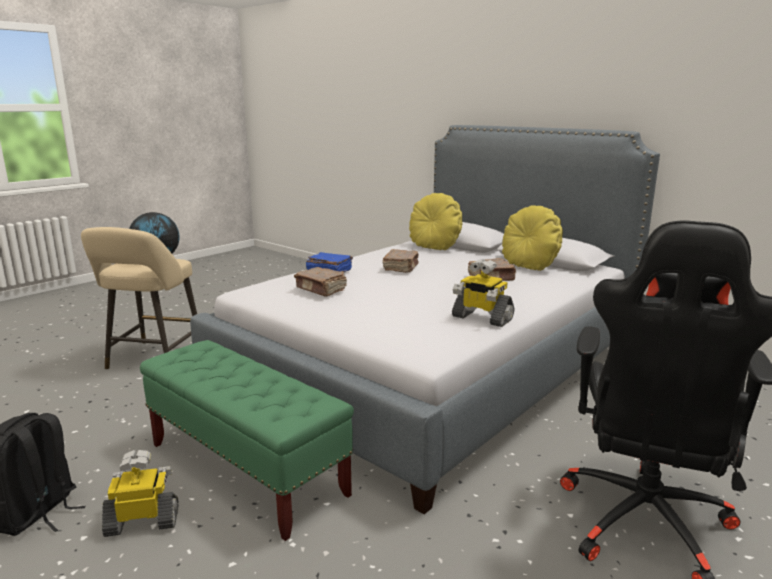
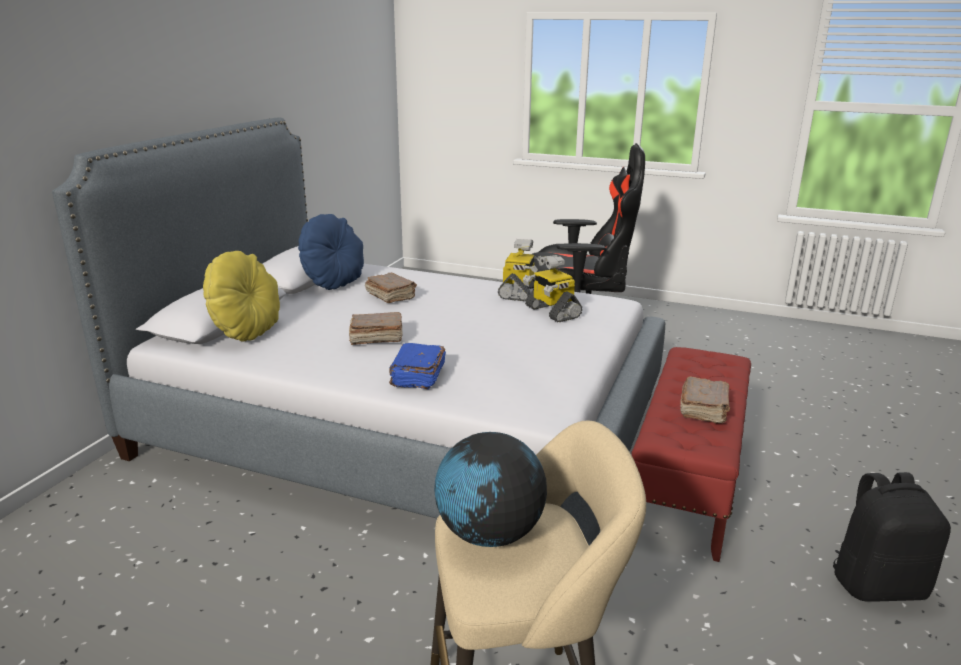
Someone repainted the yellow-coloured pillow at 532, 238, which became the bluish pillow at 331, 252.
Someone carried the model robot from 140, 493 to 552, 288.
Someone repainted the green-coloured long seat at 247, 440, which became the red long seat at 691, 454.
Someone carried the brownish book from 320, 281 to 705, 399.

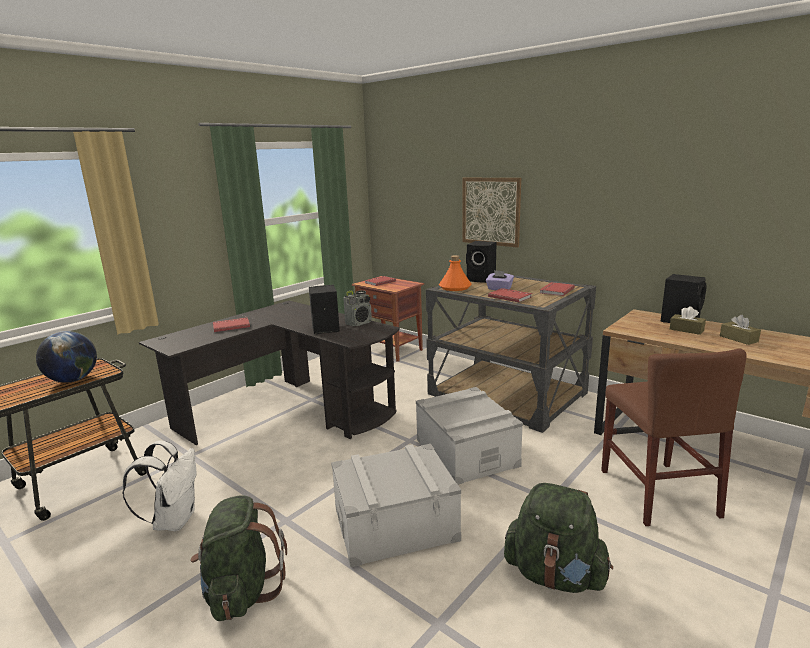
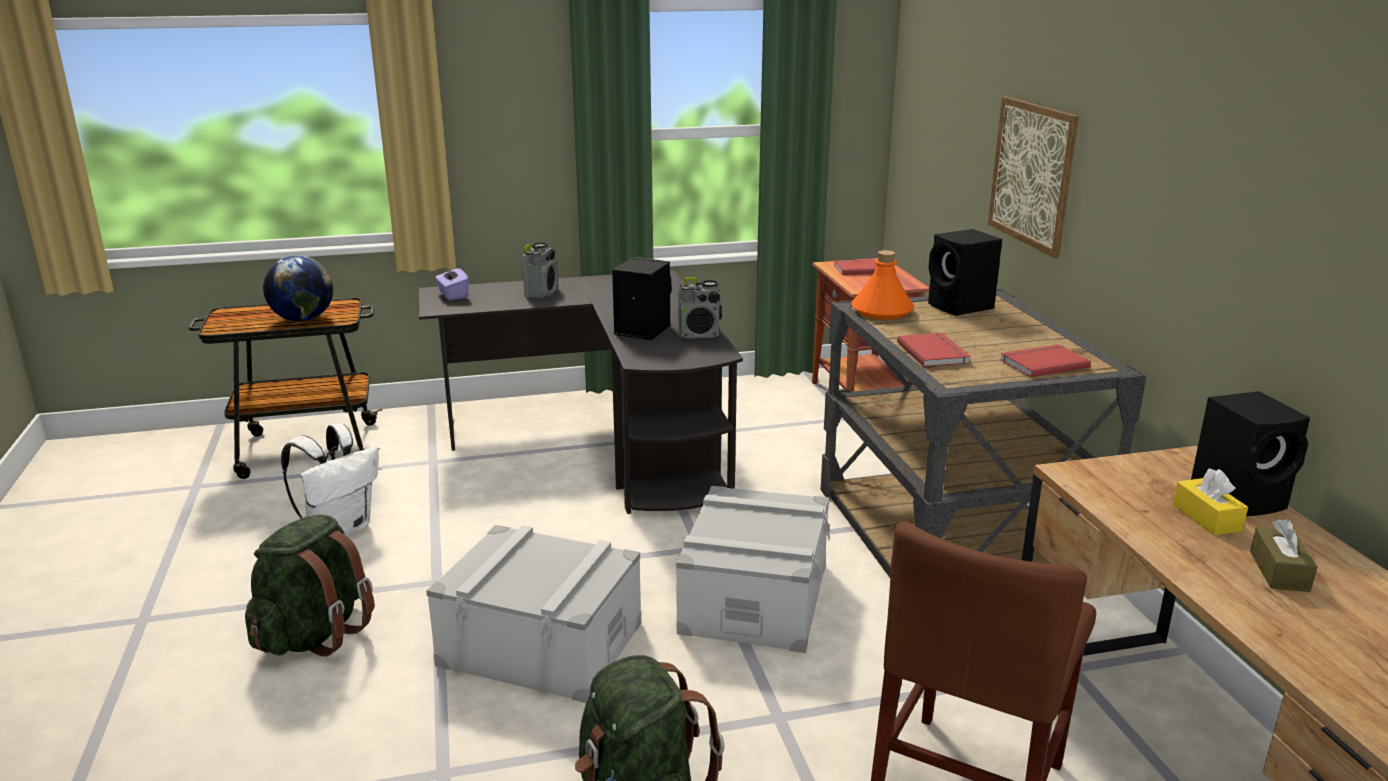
Someone carried the purplish tissue holder from 500, 280 to 452, 282.
Someone swapped the red book at 231, 325 for the radio receiver at 540, 270.
Someone repainted the brownish tissue holder at 688, 321, which became the yellow-coloured tissue holder at 1210, 502.

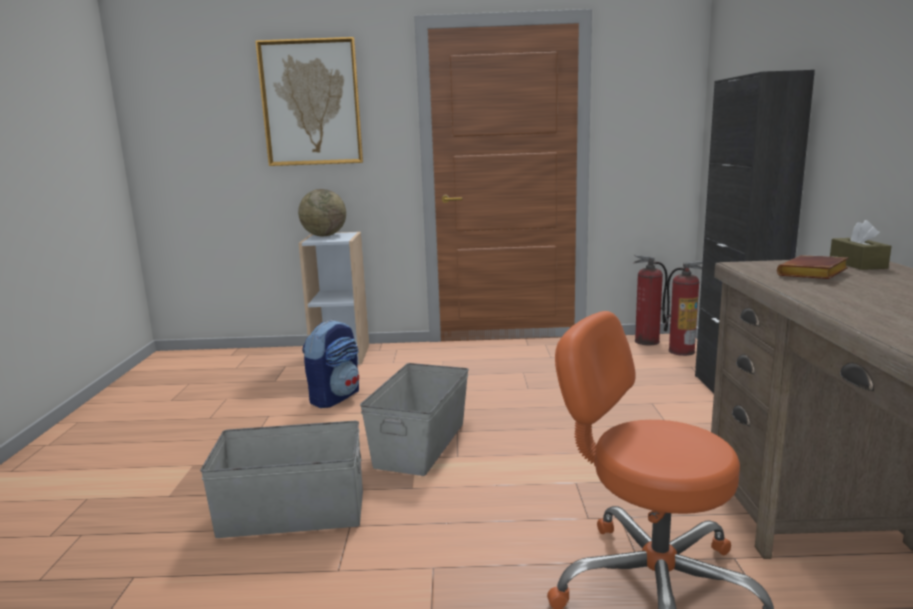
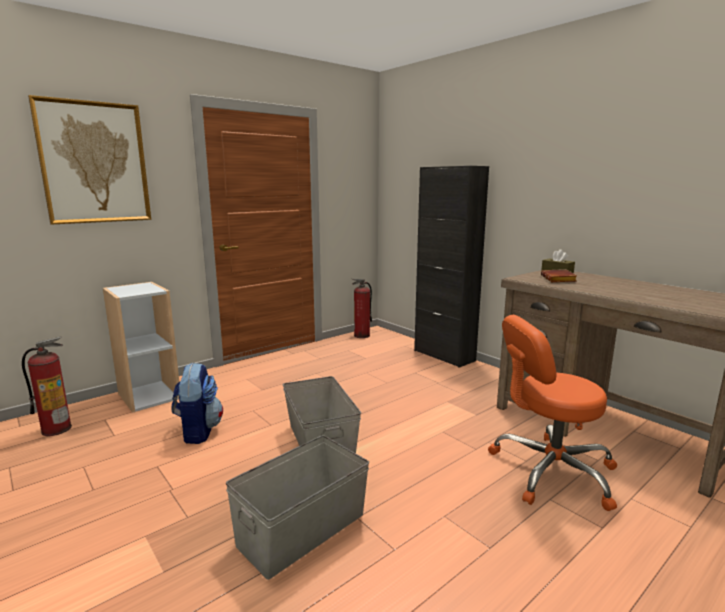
Someone carried the extinguisher from 683, 308 to 47, 386.
Someone took away the desk globe at 322, 212.

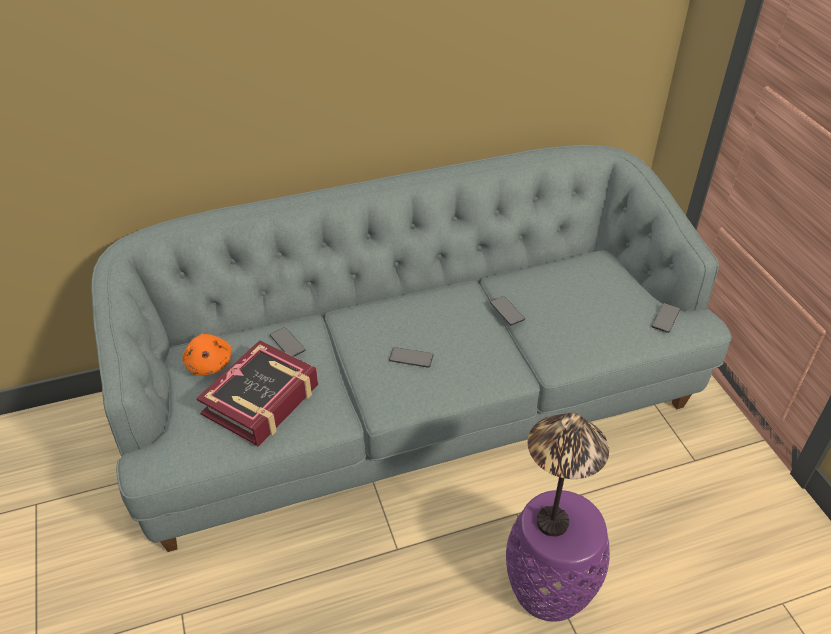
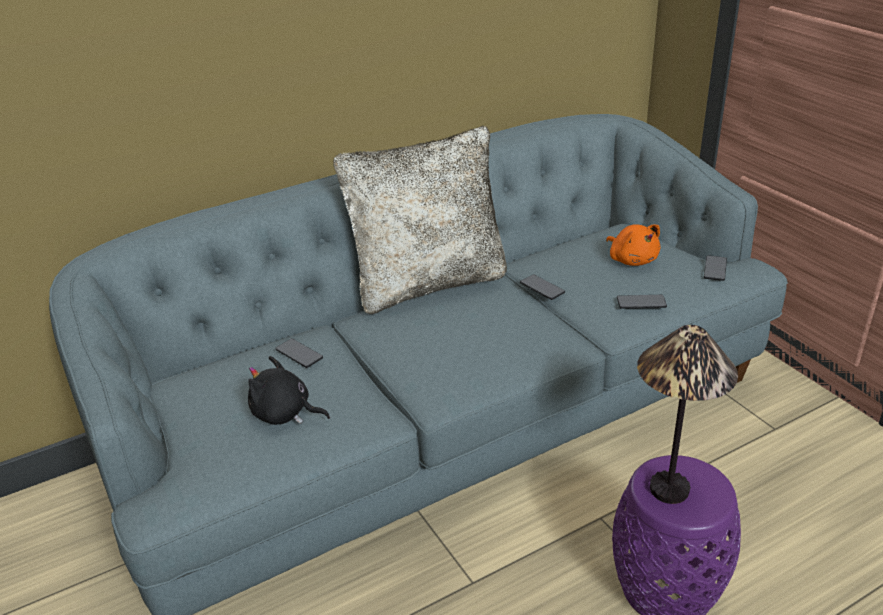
Someone swapped the book at 257, 393 for the black plush toy at 289, 390.
Someone put down the beige pillow at 420, 219.
Someone carried the orangey plush toy from 206, 354 to 633, 245.
Someone carried the telephone from 411, 357 to 642, 302.

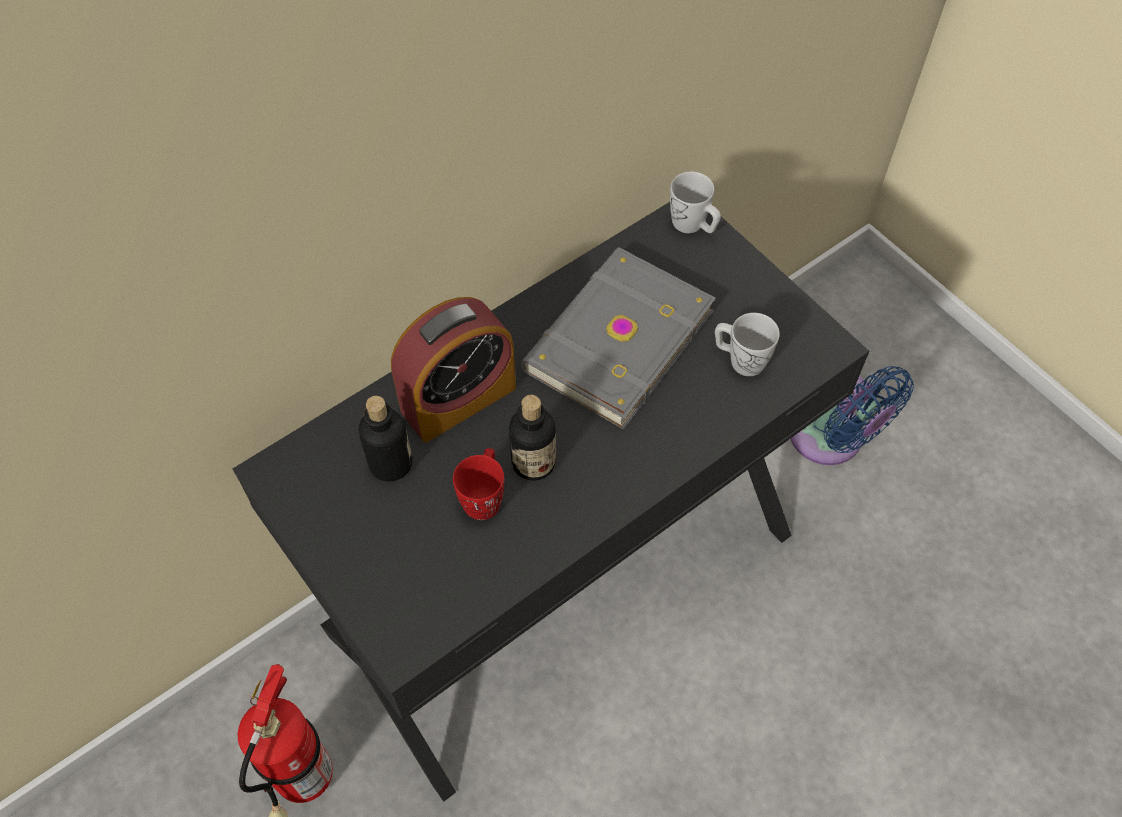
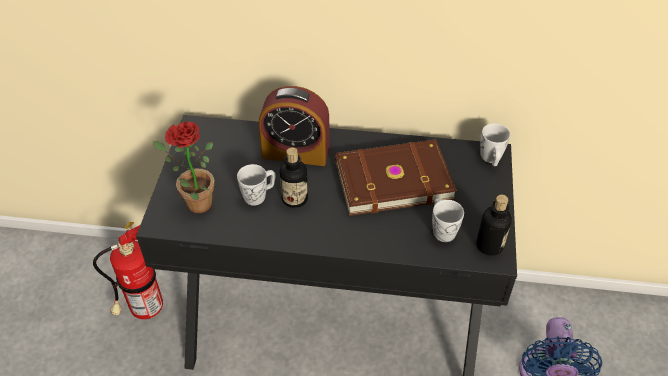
Someone put down the houseplant at 183, 167.
Someone repainted the red tea mug at 478, 484, which became the white tea mug at 256, 185.
Someone repainted the greyish book at 618, 338, which became the brownish book at 396, 178.
Someone carried the drink bottle from 385, 439 to 494, 225.

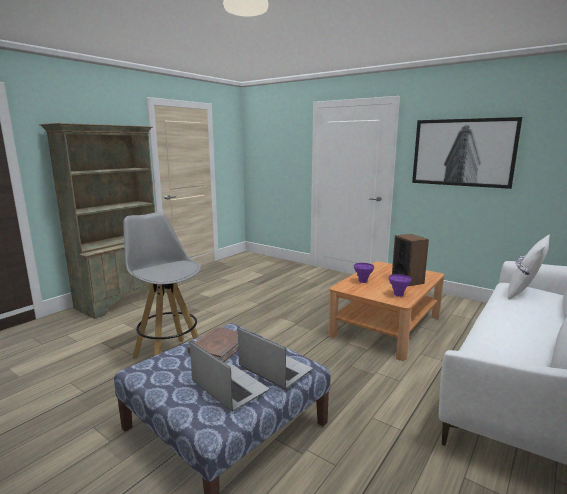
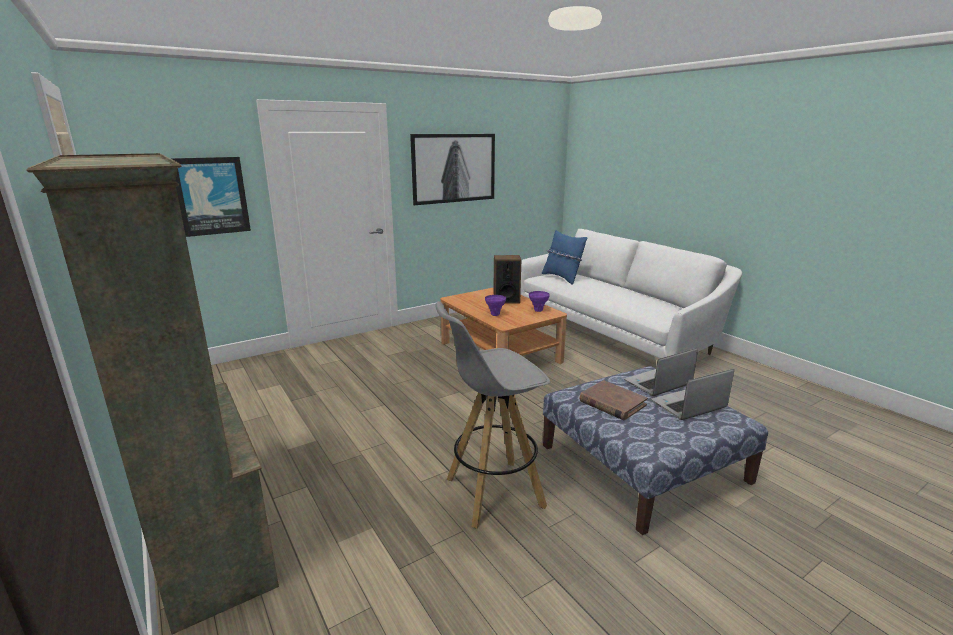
Someone put up the picture at 210, 197.
Someone repainted the white pillow at 529, 266, which became the bluish pillow at 564, 257.

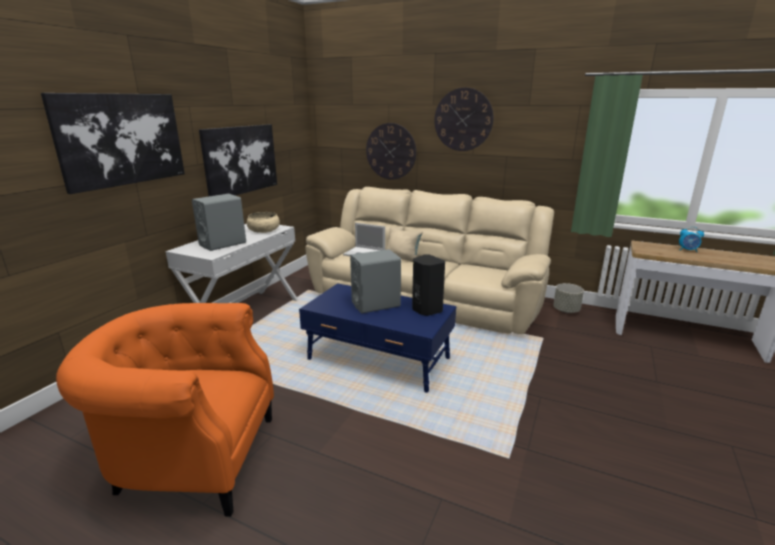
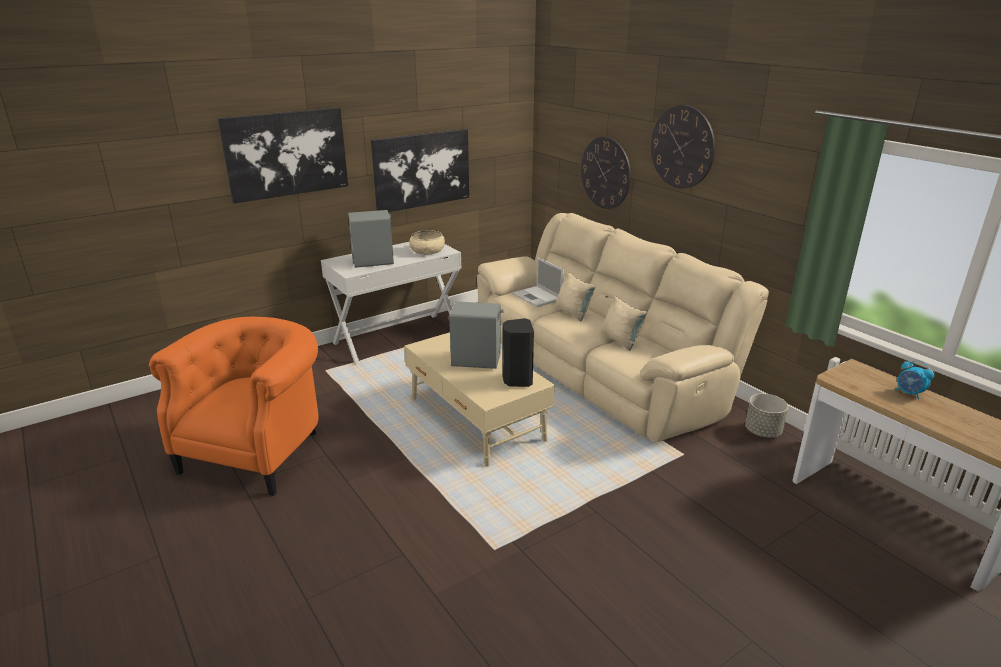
Someone rotated the orangey lounge chair at 165, 410 by 75 degrees clockwise.
Someone repainted the bluish coffee table at 377, 338, which became the beige coffee table at 479, 399.
Someone put down the beige pillow at 624, 323.

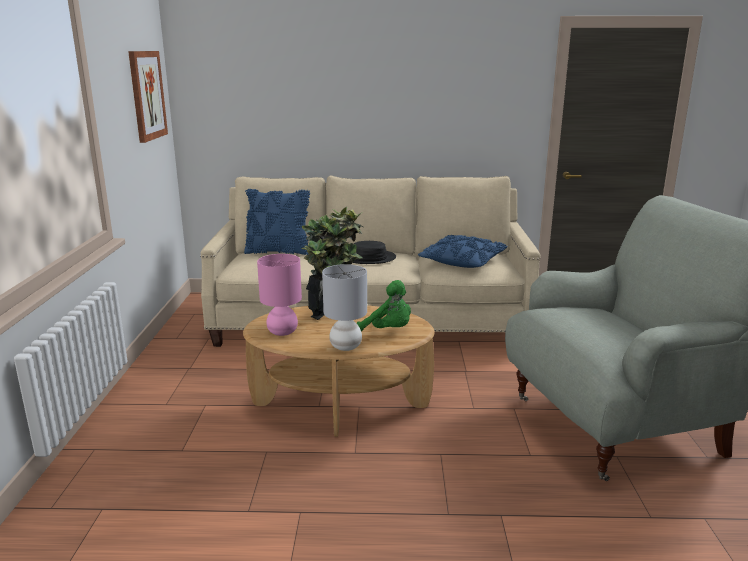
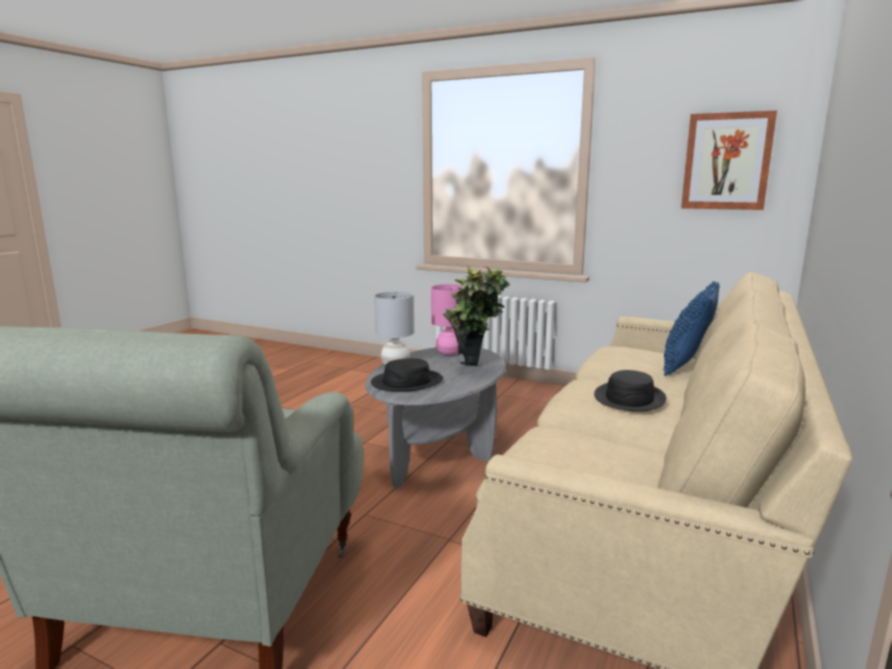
Someone repainted the brownish coffee table at 338, 371, which became the greyish coffee table at 435, 417.
Someone swapped the green-coloured plush toy at 384, 305 for the black hat at 407, 375.
Someone took away the bluish pillow at 463, 251.

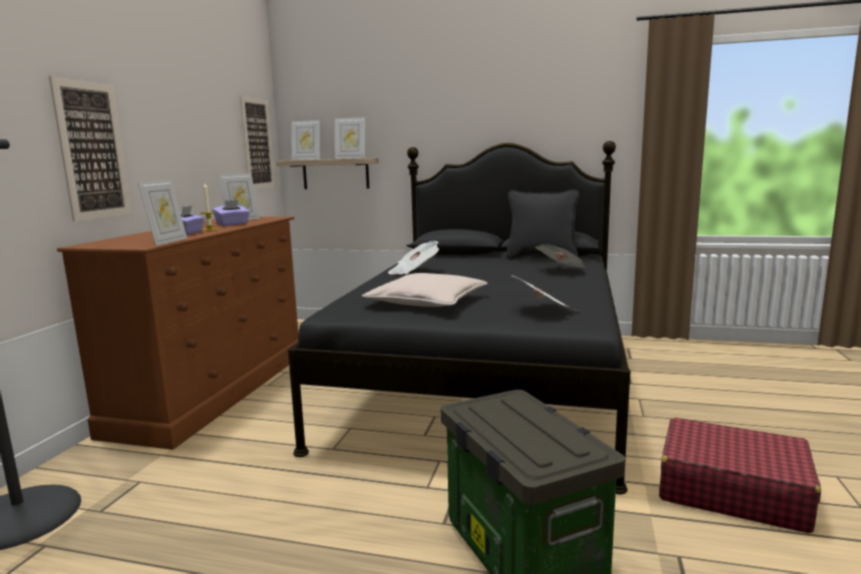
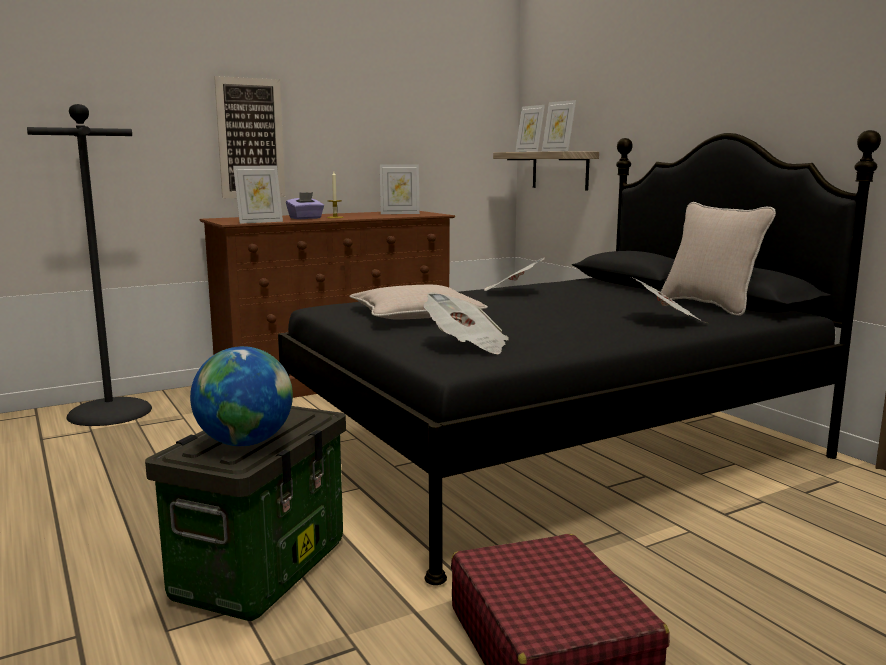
Someone put down the desk globe at 241, 396.
Someone repainted the black pillow at 542, 225, which became the beige pillow at 718, 259.
Someone took away the purplish tissue holder at 231, 213.
Someone took away the picture at 257, 142.

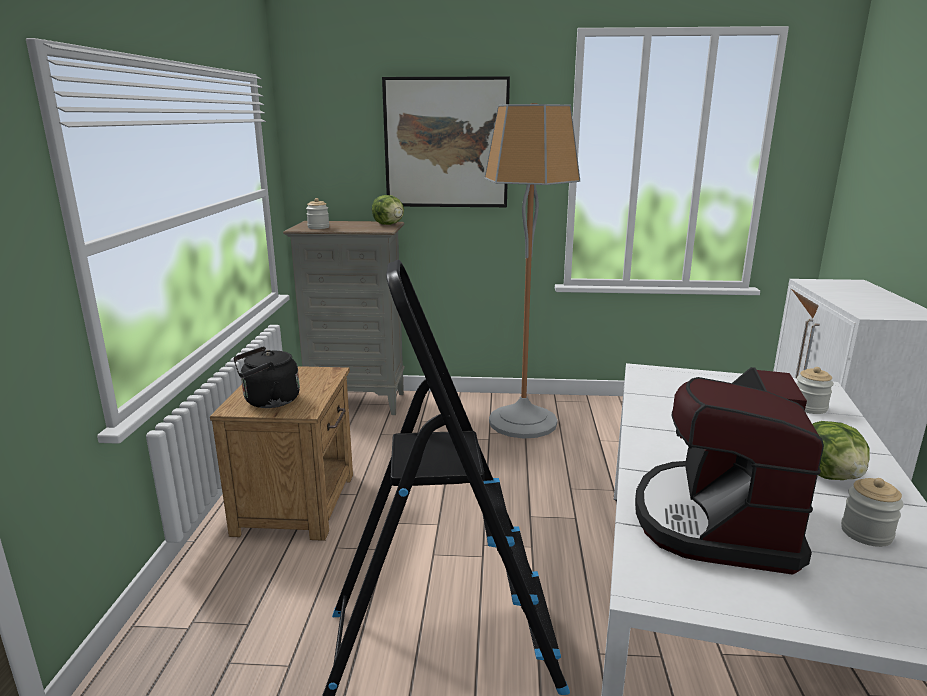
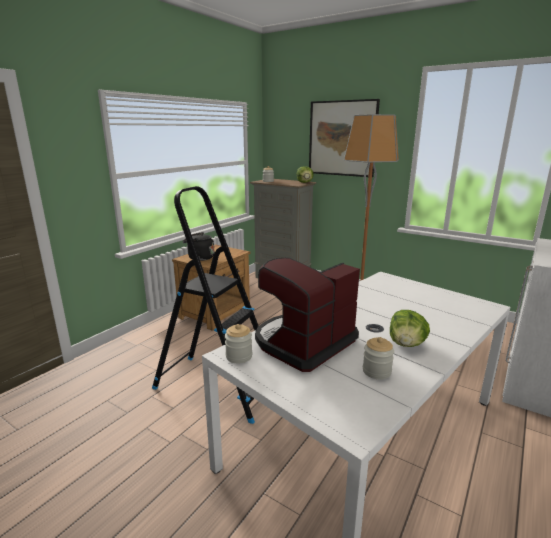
Someone carried the jar from 815, 390 to 238, 343.

